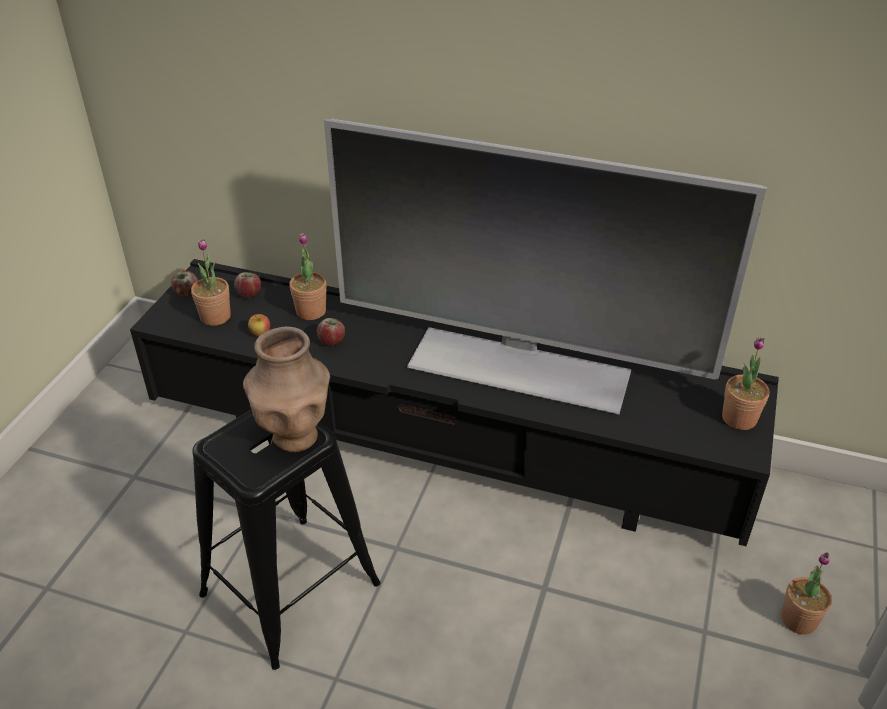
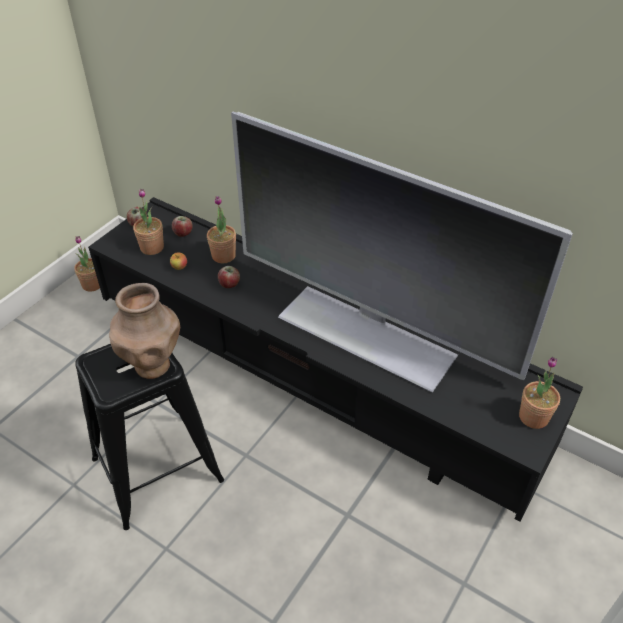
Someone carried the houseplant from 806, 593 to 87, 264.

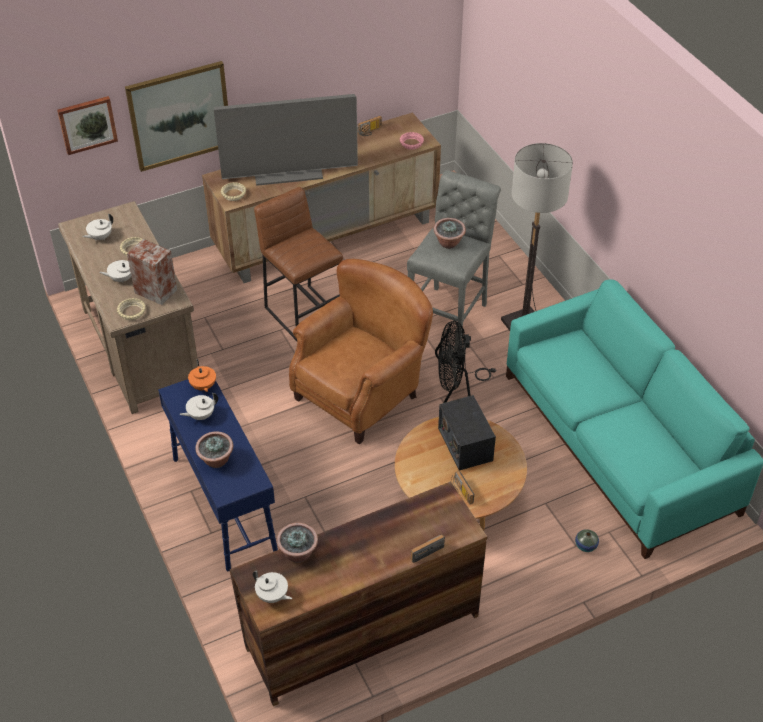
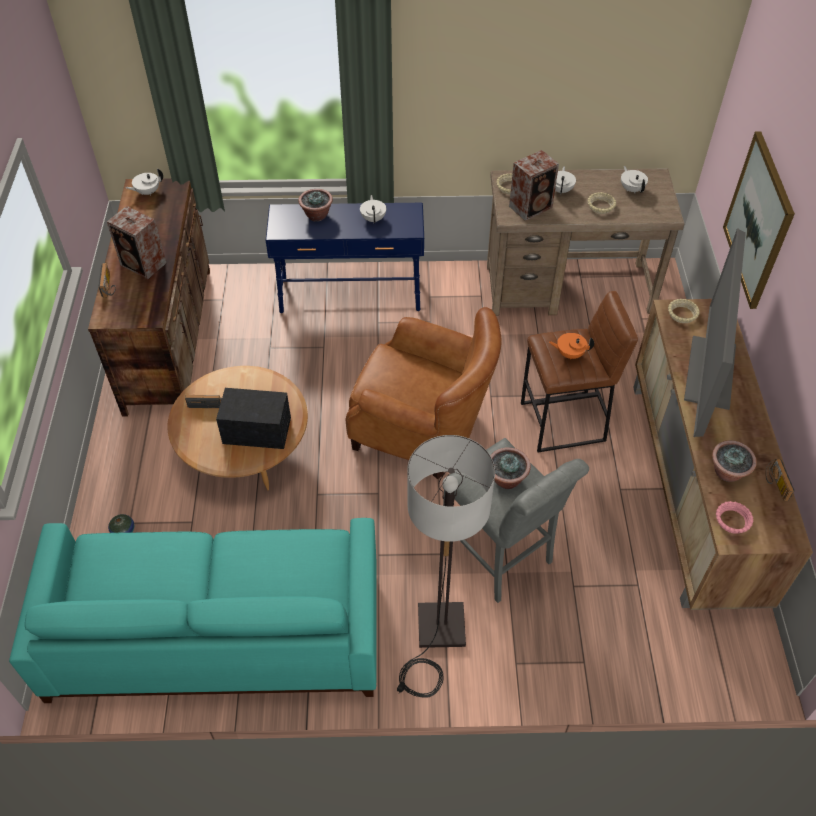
Someone put down the loudspeaker at 136, 242.
Someone rotated the brownish lounge chair at 361, 352 by 45 degrees counterclockwise.
Someone carried the orangey pot for tea from 202, 375 to 571, 346.
Someone carried the houseplant from 297, 543 to 734, 461.
Someone took away the picture at 87, 125.
Someone took away the black electric fan at 466, 362.

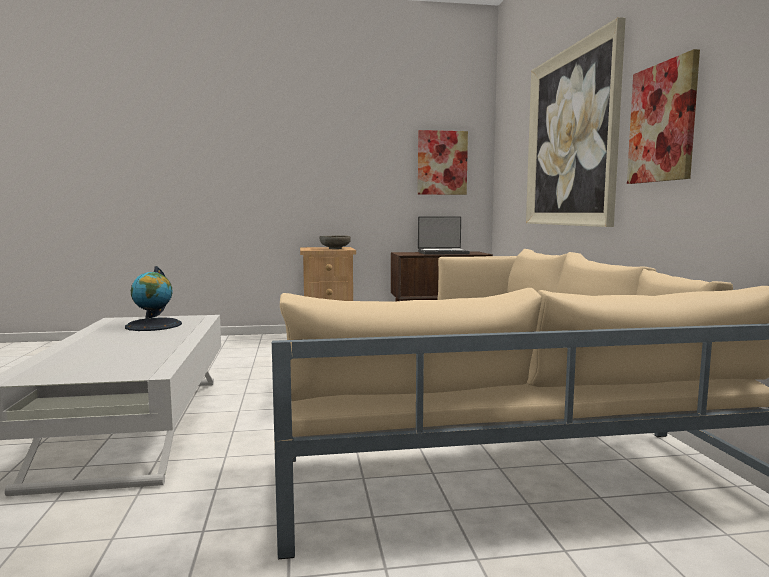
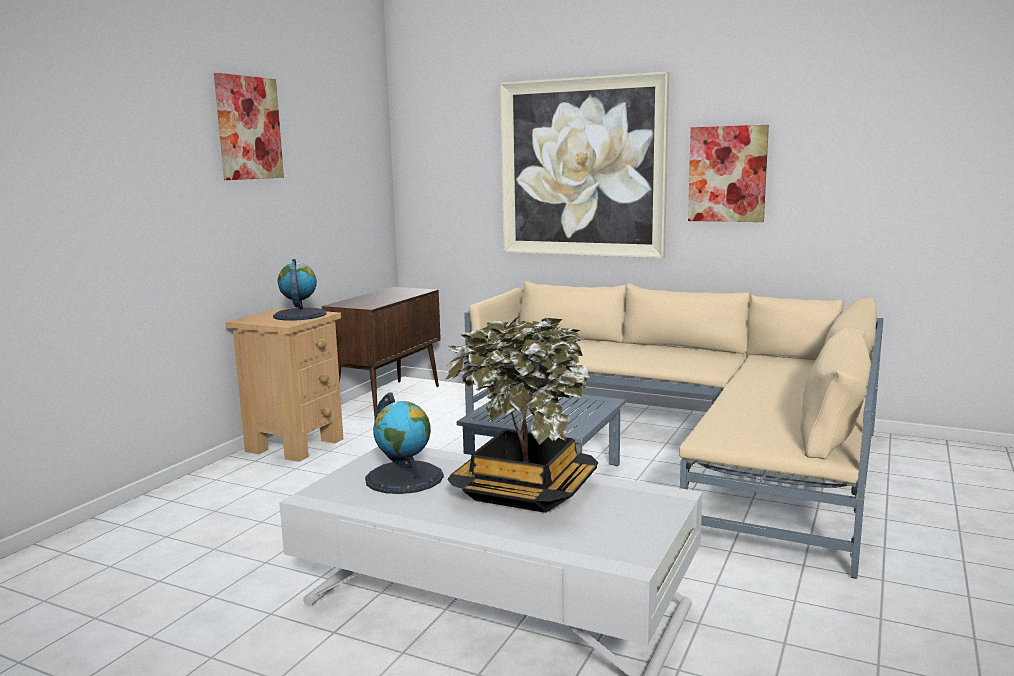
Someone carried the picture from 443, 162 to 249, 126.
Someone swapped the greyish serving bowl at 335, 242 for the desk globe at 300, 290.
Someone put down the houseplant at 522, 415.
Someone took away the notebook computer at 444, 235.

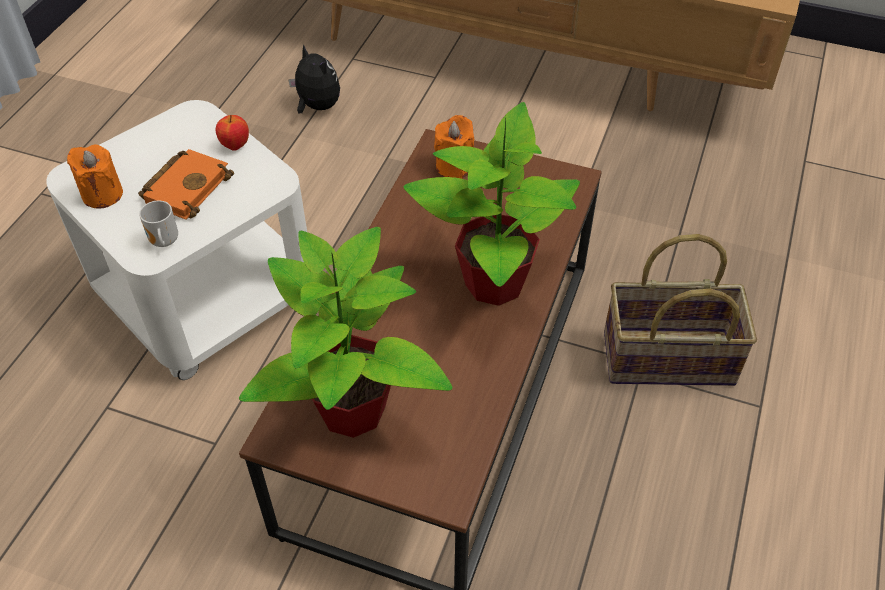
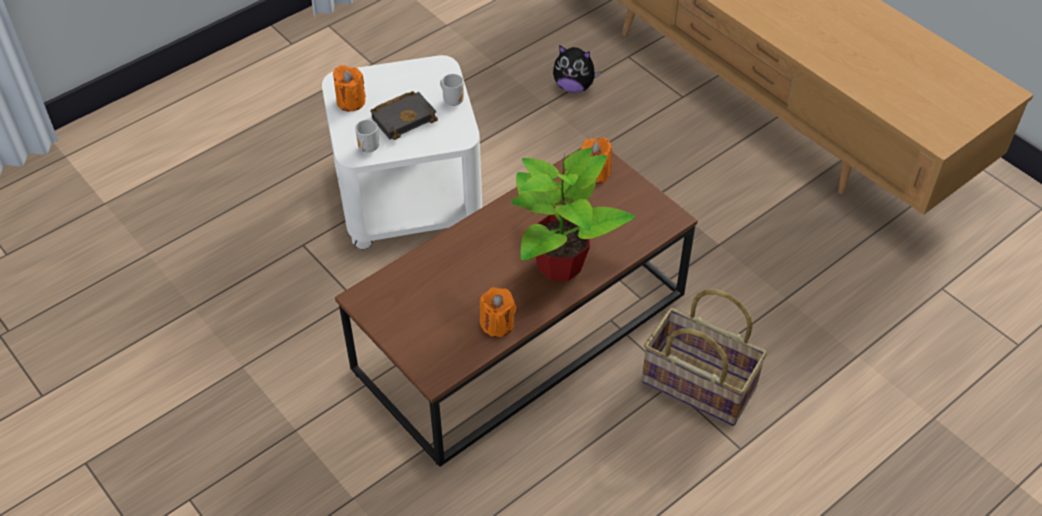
Someone repainted the orangey book at 186, 184, which became the black book at 404, 115.
Someone swapped the whole apple at 232, 133 for the tea mug at 452, 90.
Someone put down the orangey candle at 498, 312.
Someone rotated the plush toy at 314, 78 by 120 degrees clockwise.
Someone took away the houseplant at 345, 332.

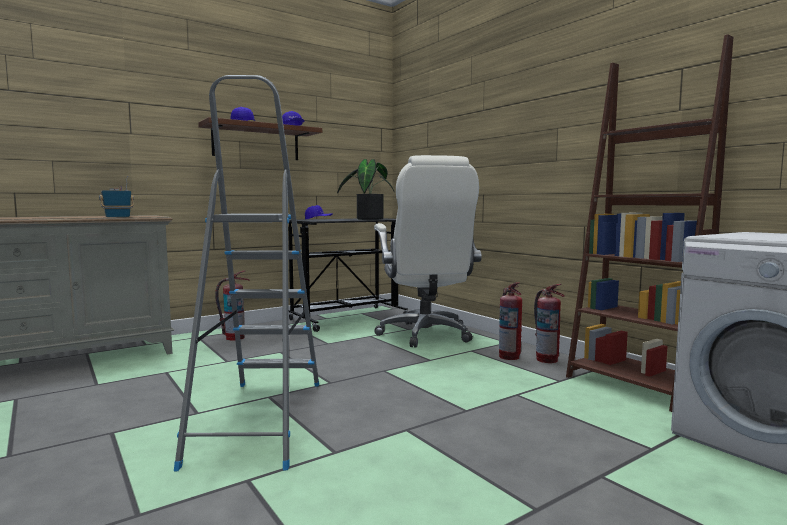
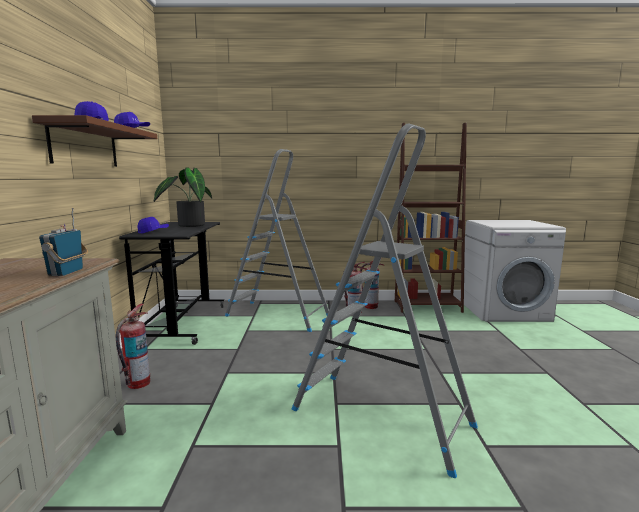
Someone swapped the white desk chair at 428, 251 for the greyish step ladder at 277, 240.

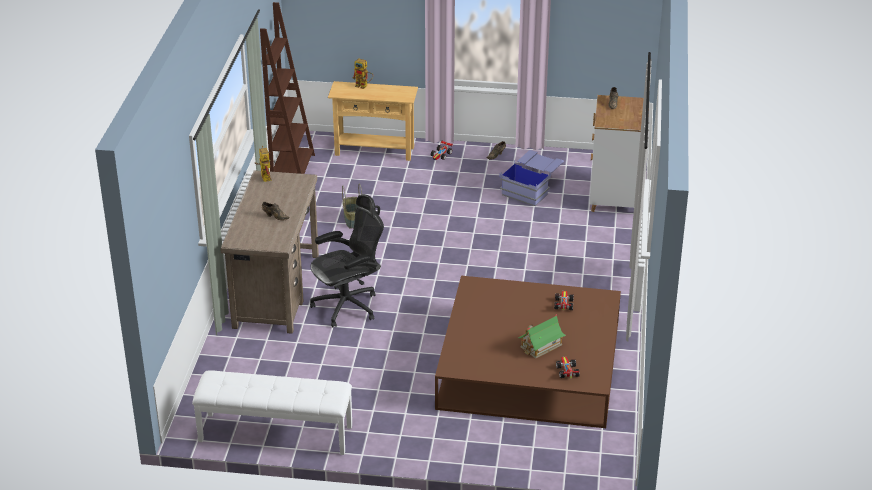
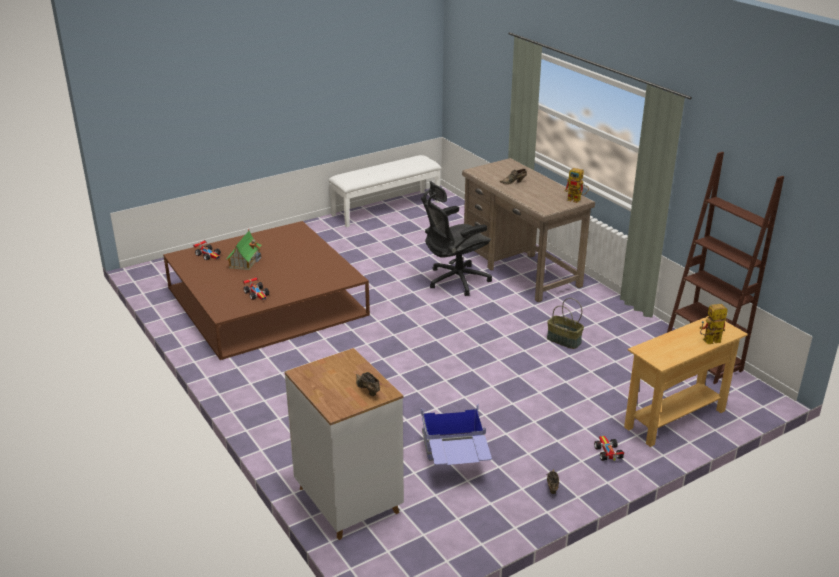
Someone rotated the desk chair at 347, 260 by 45 degrees clockwise.

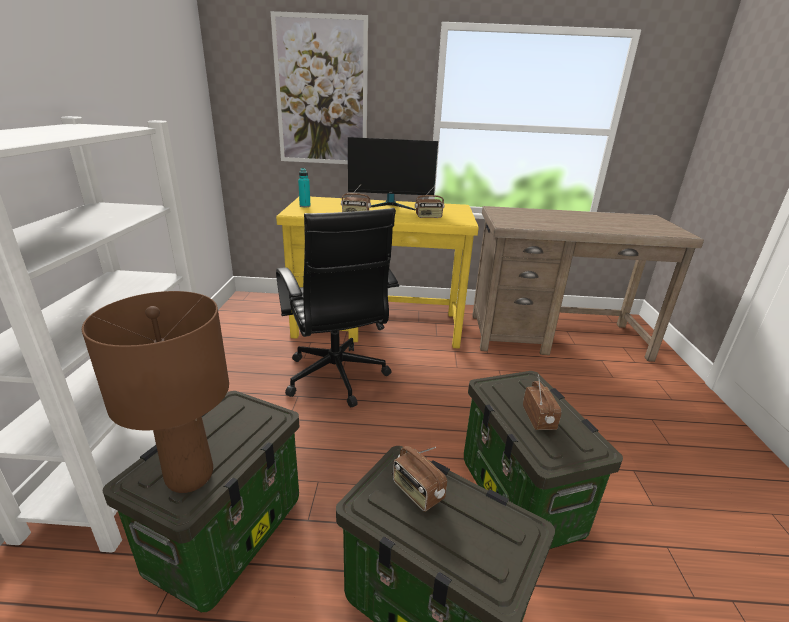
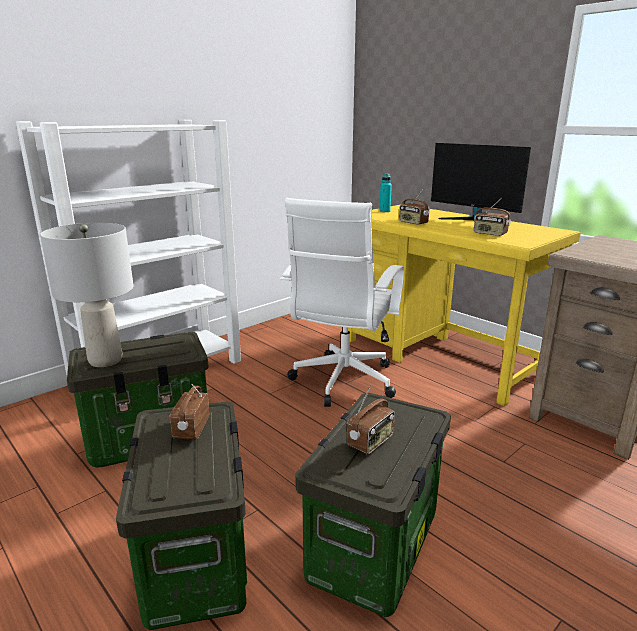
Someone repainted the brownish lamp for a table at 155, 392, which became the greyish lamp for a table at 87, 295.
Someone repainted the black desk chair at 337, 307, which became the white desk chair at 342, 302.
Someone took away the picture at 319, 87.

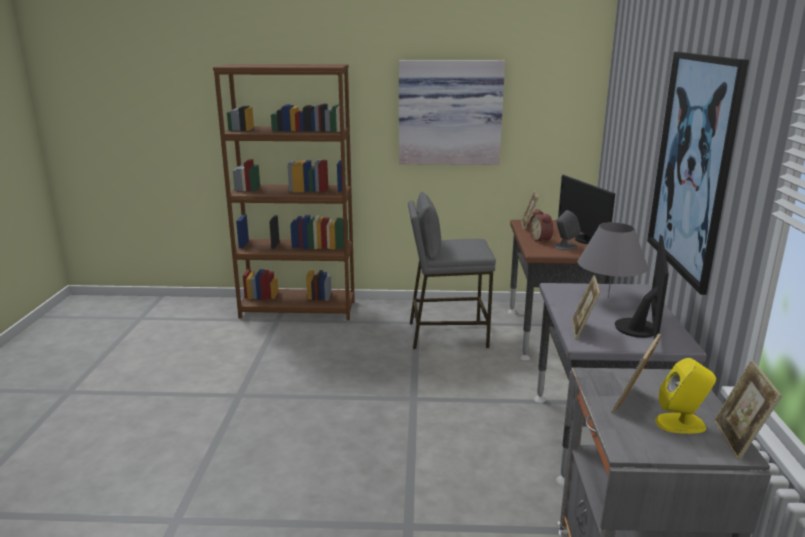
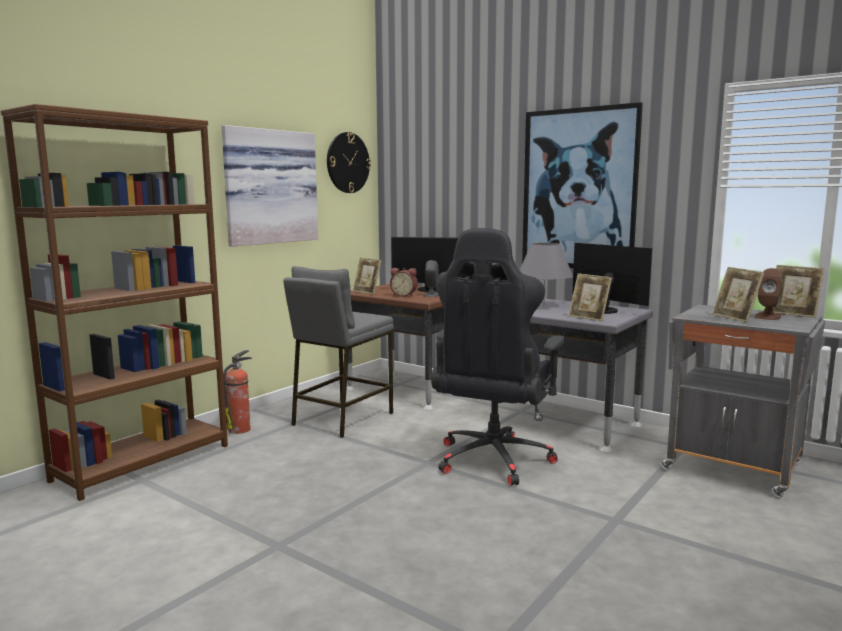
Someone put down the extinguisher at 237, 392.
Someone put up the wall clock at 349, 162.
Someone put down the black desk chair at 498, 357.
Someone repainted the yellow-coloured loudspeaker at 685, 396, which became the brownish loudspeaker at 768, 294.

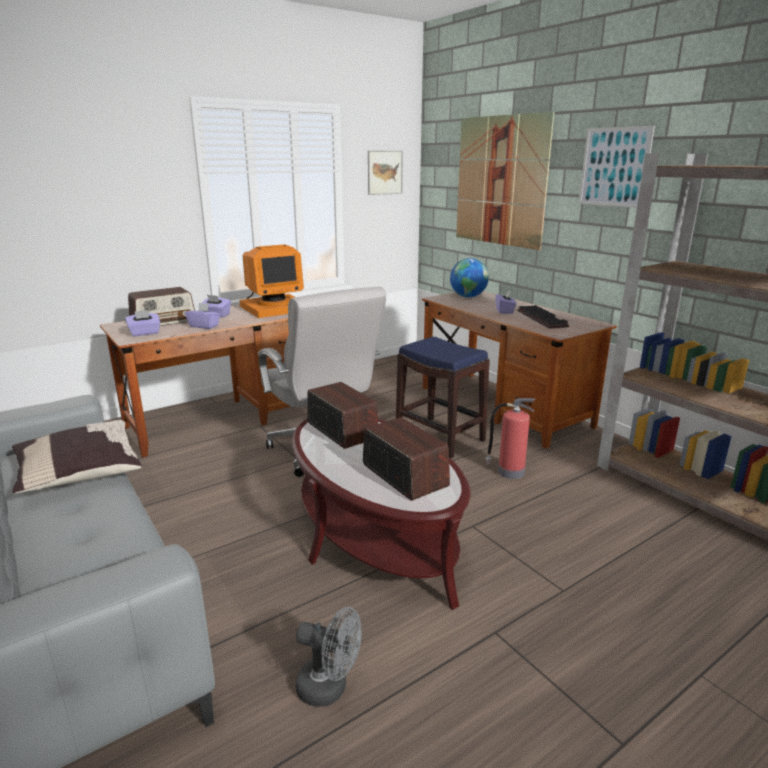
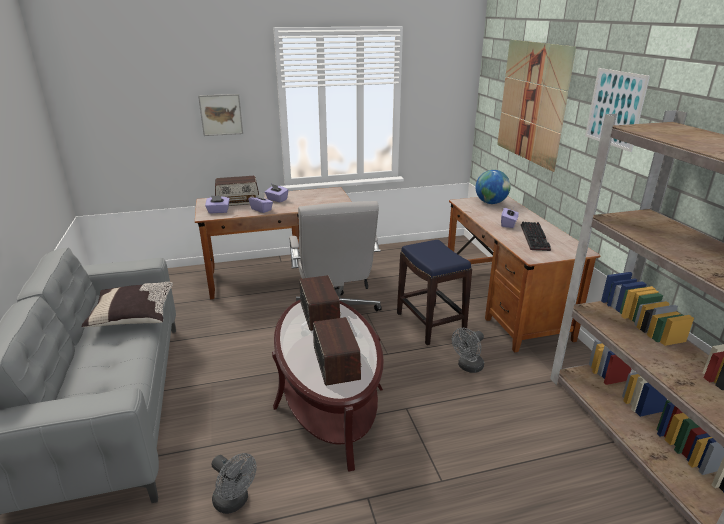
Someone carried the picture from 385, 172 to 220, 115.
Someone swapped the extinguisher at 511, 438 for the greyish electric fan at 468, 350.
Someone took away the computer screen at 272, 281.

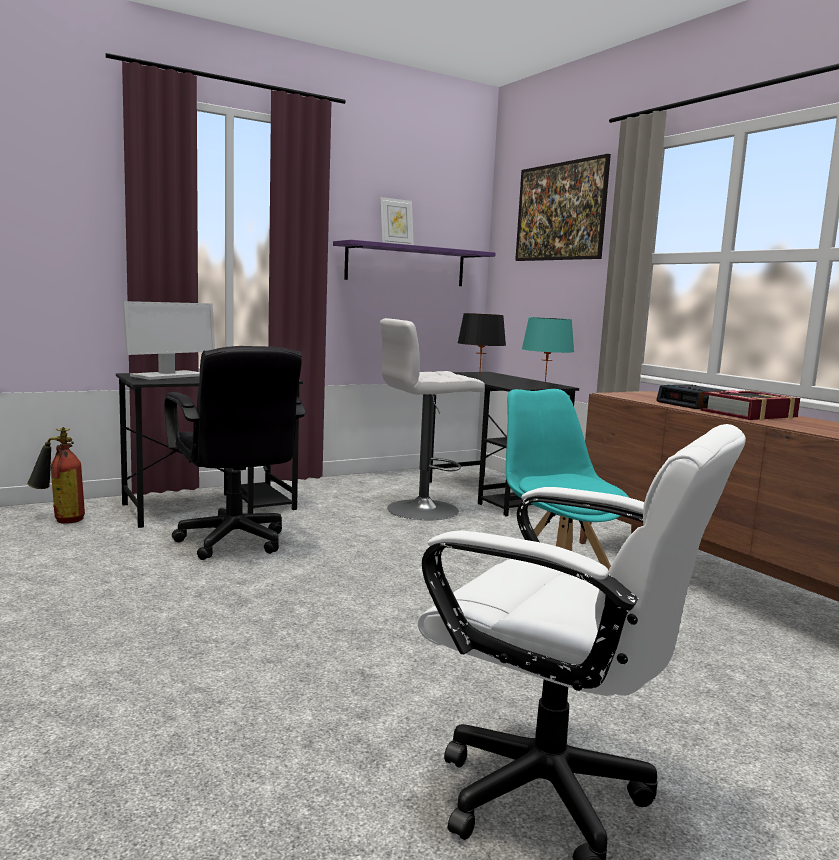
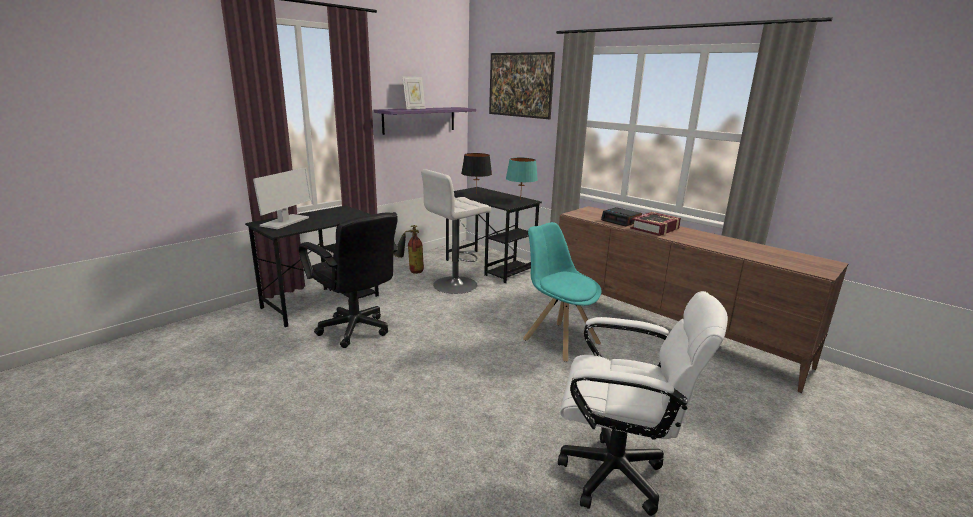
Someone carried the extinguisher from 56, 475 to 408, 249.

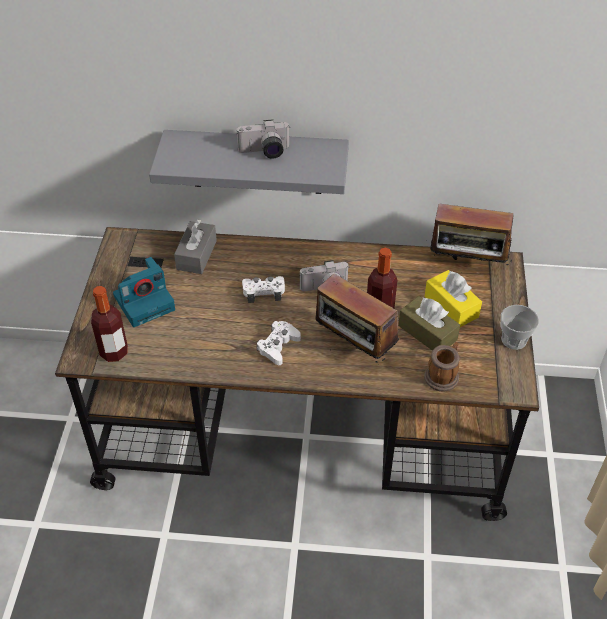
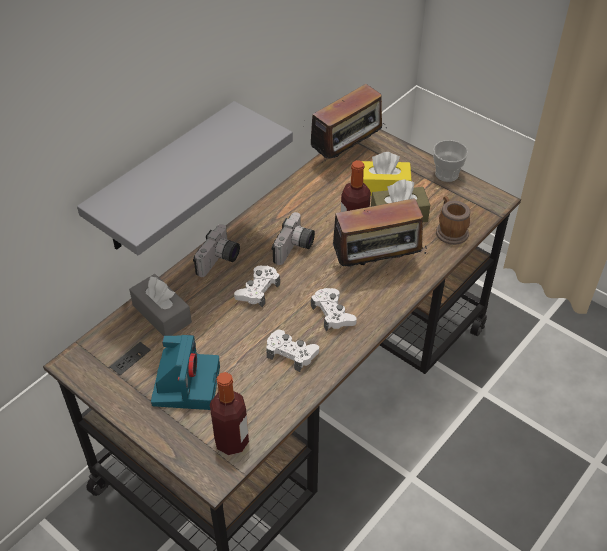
Someone carried the still camera from 262, 139 to 216, 250.
Someone put down the white game controller at 292, 351.

